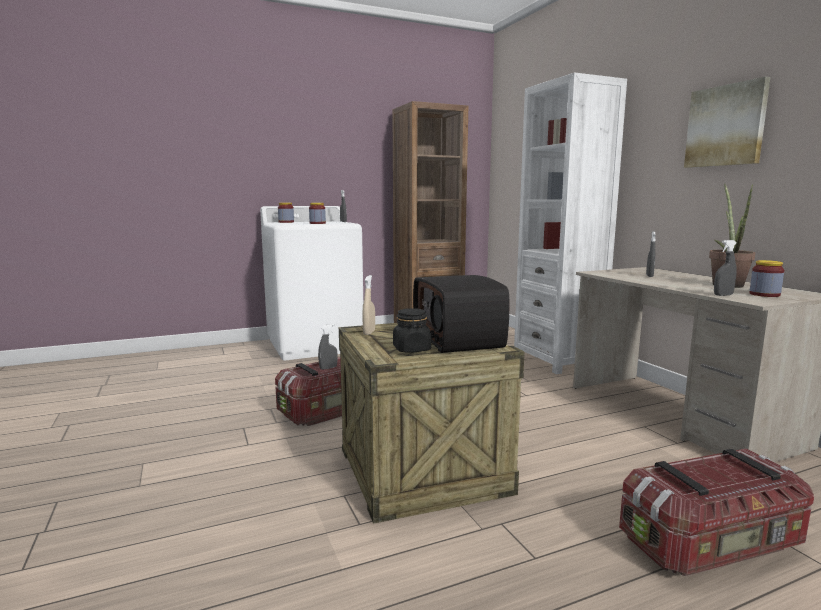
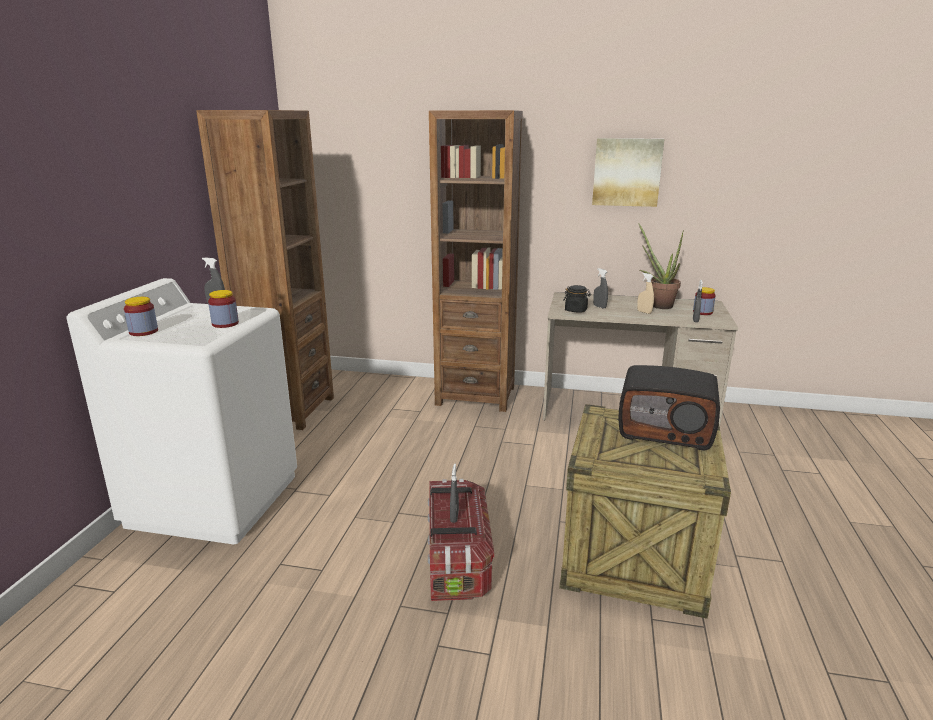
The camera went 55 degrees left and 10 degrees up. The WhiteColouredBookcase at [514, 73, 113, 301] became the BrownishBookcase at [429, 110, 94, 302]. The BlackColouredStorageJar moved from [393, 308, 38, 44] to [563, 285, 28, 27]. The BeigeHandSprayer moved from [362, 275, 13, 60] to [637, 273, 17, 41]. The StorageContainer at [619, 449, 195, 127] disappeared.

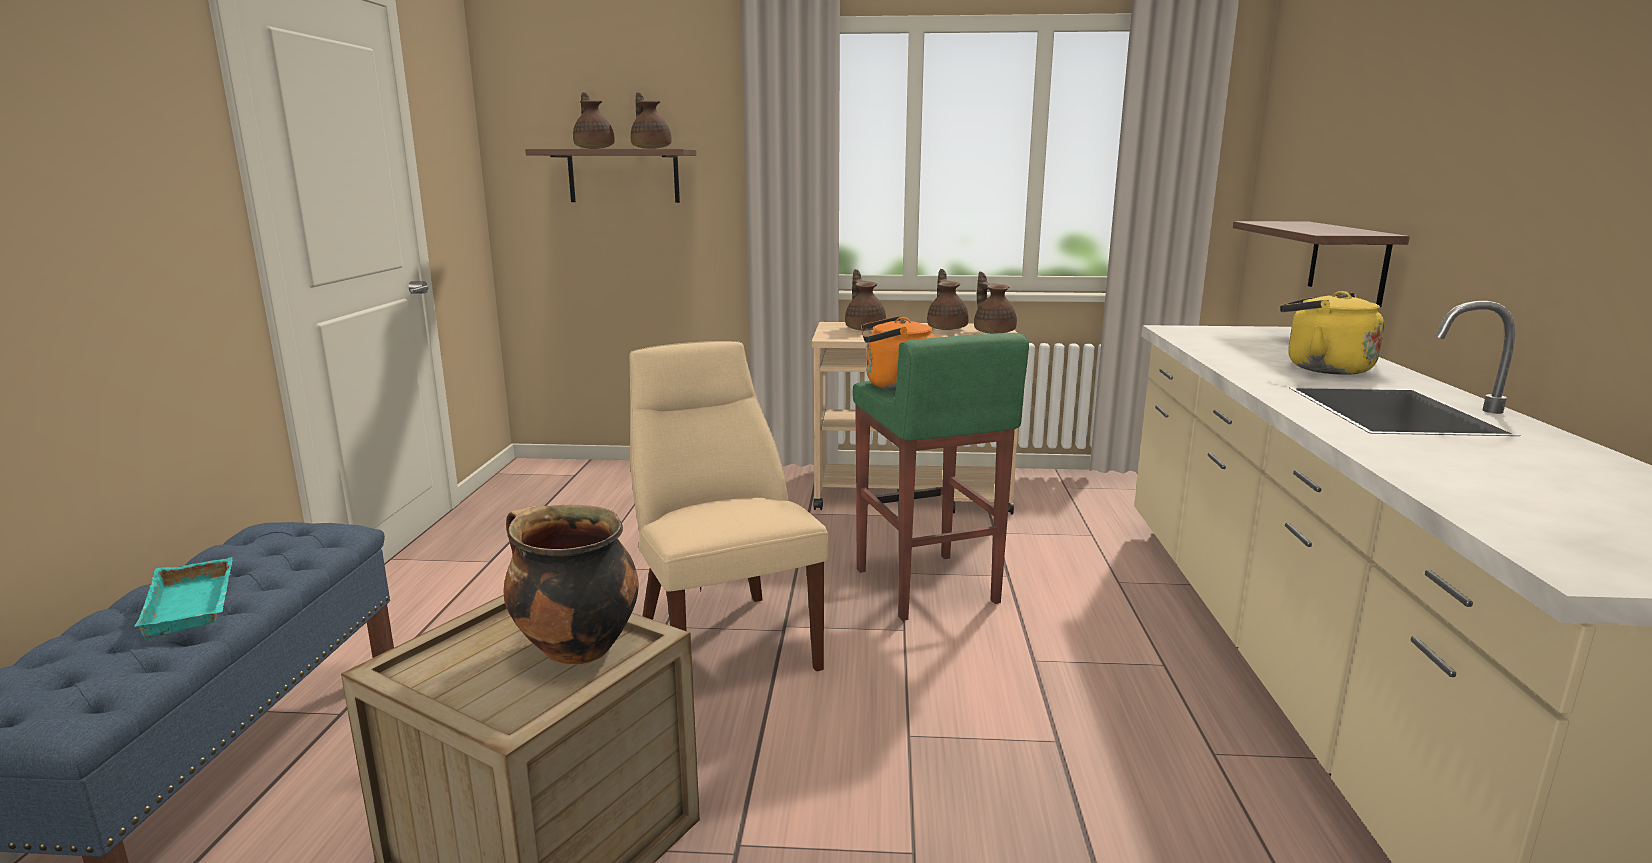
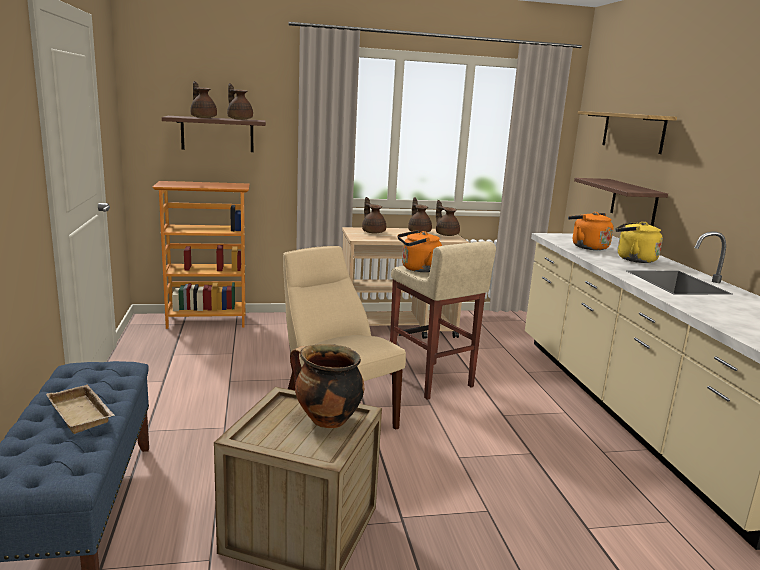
The camera went 15 degrees left and 0 degrees up. The TurquoiseCarryingTray at [134, 557, 99, 82] became the BeigeCarryingTray at [46, 385, 69, 49]. The Bookcase at [153, 181, 96, 148] appeared. The GreenColouredStoolSeat at [853, 333, 176, 288] became the BeigeStoolSeat at [390, 241, 106, 159]. The OrangeColouredTeaKettle at [568, 212, 45, 38] appeared. The BracketShelf at [578, 111, 99, 43] appeared.

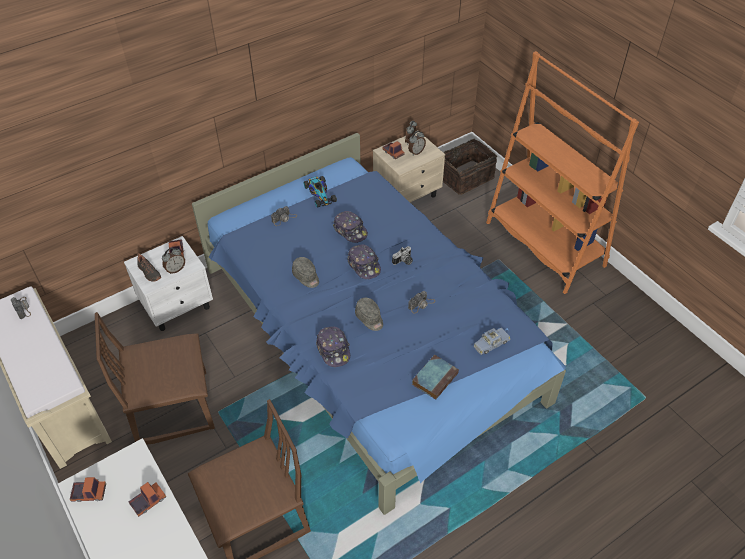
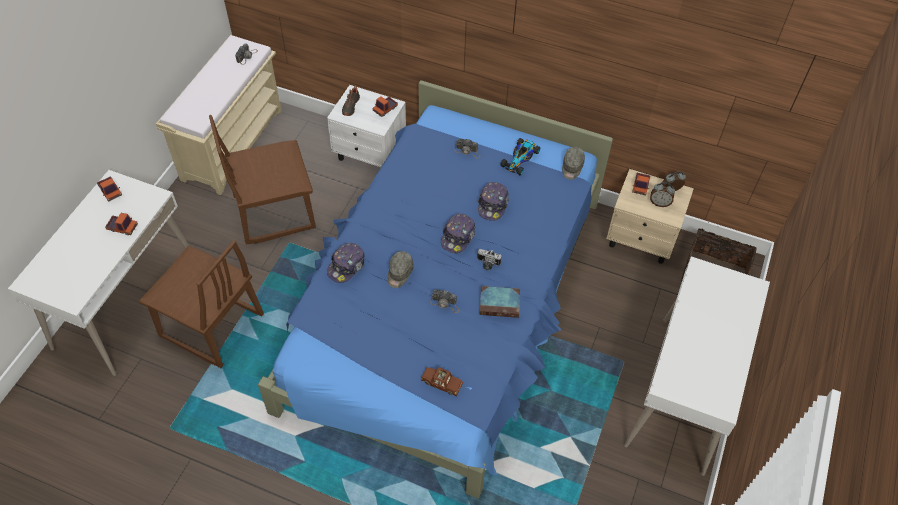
The camera went 55 degrees right and 5 degrees up. The BrownishPlainChair at [95, 312, 120, 133] turned 60 degrees counterclockwise. The BluishMiniatureCar at [474, 327, 36, 28] became the BrownishMiniatureCar at [421, 367, 42, 29]. The Book moved from [412, 355, 47, 45] to [479, 286, 41, 32]. The GreyishBaseballCap moved from [292, 257, 27, 31] to [562, 147, 23, 33]. The OrangeColouredBookcase at [486, 51, 153, 243] was replaced by the WhiteColouredDeskUnit at [624, 257, 146, 219]. The TableClock at [162, 248, 23, 26] disappeared.

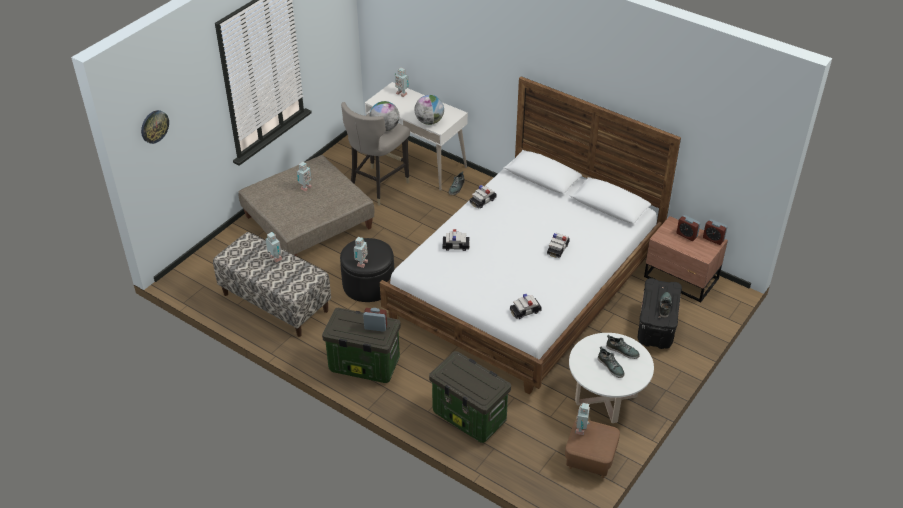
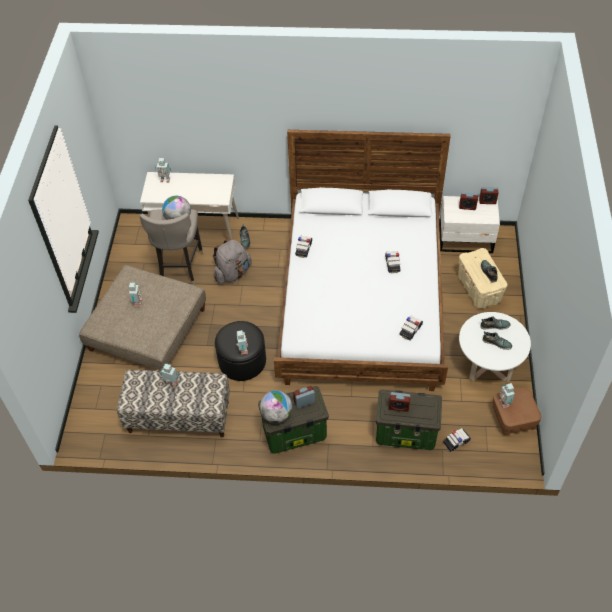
The camera went 30 degrees left and 10 degrees up. The GreyishRucksack at [213, 239, 39, 45] appeared. The WorldGlobe moved from [414, 95, 30, 30] to [260, 391, 32, 32]. The TableClock at [389, 392, 22, 20] appeared. The BrownishBedsideTable at [644, 216, 84, 86] became the WhiteColouredBedsideTable at [439, 196, 61, 57]. The MiniatureCar moved from [443, 229, 27, 22] to [443, 428, 28, 24]. The BlackColouredStorageContainer at [637, 278, 45, 71] became the BeigeStorageContainer at [458, 248, 50, 61]. The WallClock at [141, 110, 28, 34] disappeared.

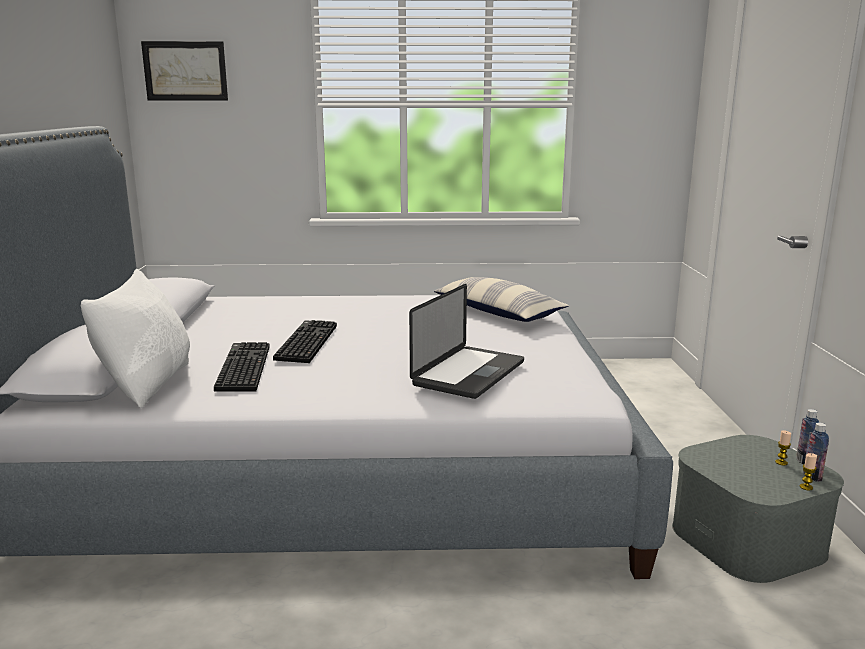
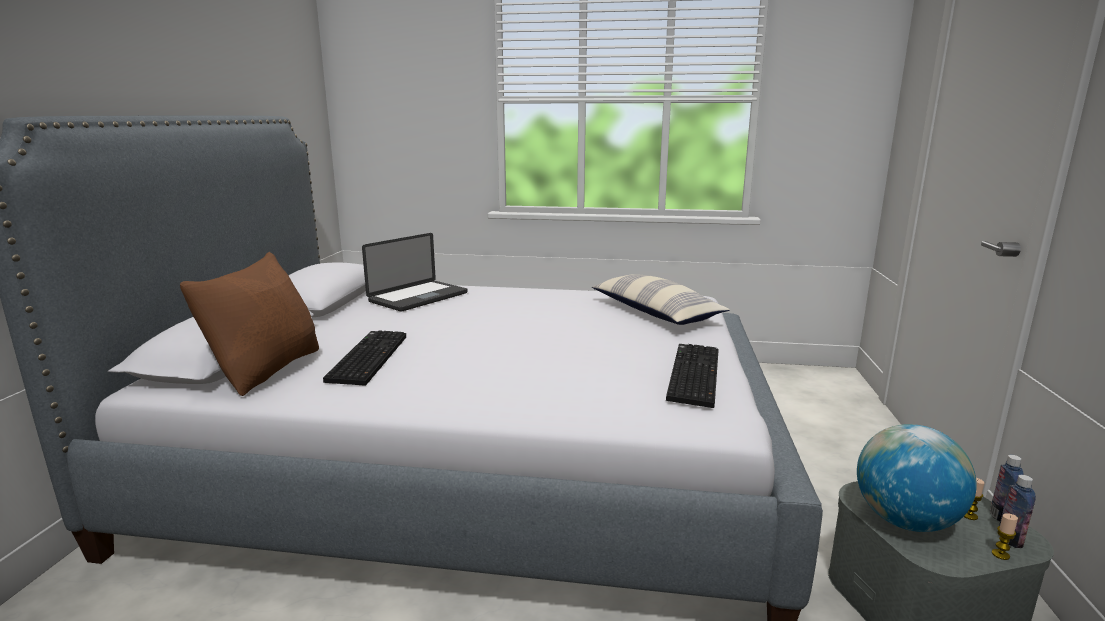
The camera went 10 degrees right and 0 degrees up. The WhiteColouredThrowPillow at [81, 269, 109, 139] became the BrownishThrowPillow at [180, 252, 139, 144]. The Laptop moved from [409, 284, 115, 115] to [362, 233, 106, 79]. The Keyboard moved from [273, 320, 64, 43] to [666, 344, 53, 64]. The WorldGlobe at [857, 424, 120, 108] appeared. The Picture at [141, 41, 87, 59] disappeared.

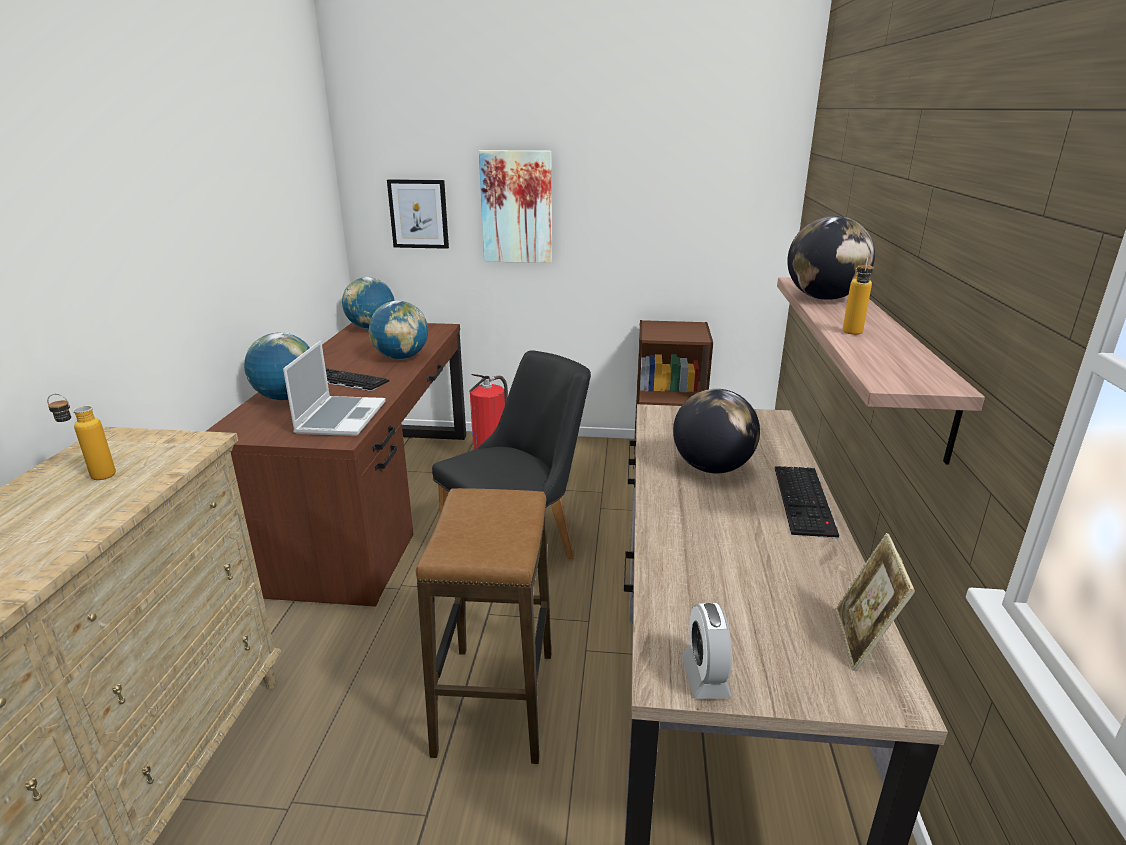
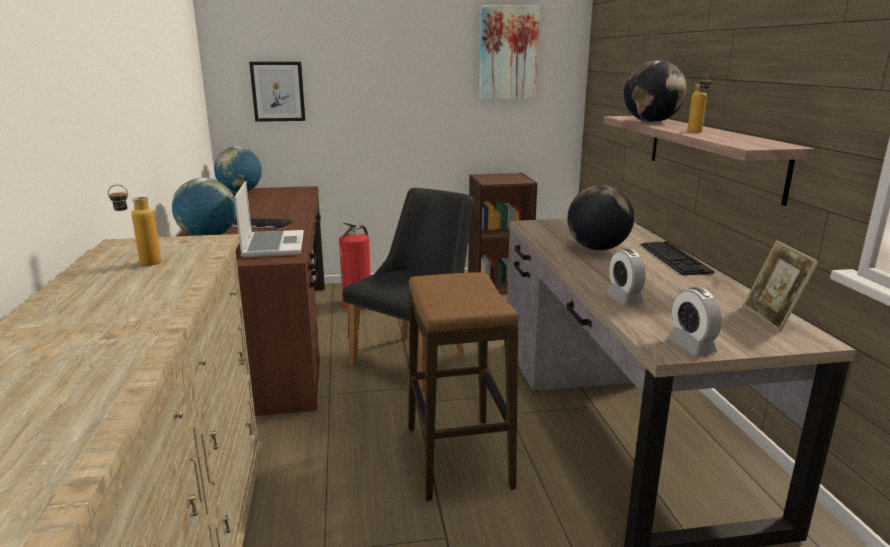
The camera went 15 degrees left and 5 degrees down. The Picture moved from [479, 150, 73, 113] to [479, 5, 61, 95]. The TableClock at [606, 249, 40, 56] appeared. The WorldGlobe at [369, 301, 59, 58] disappeared.

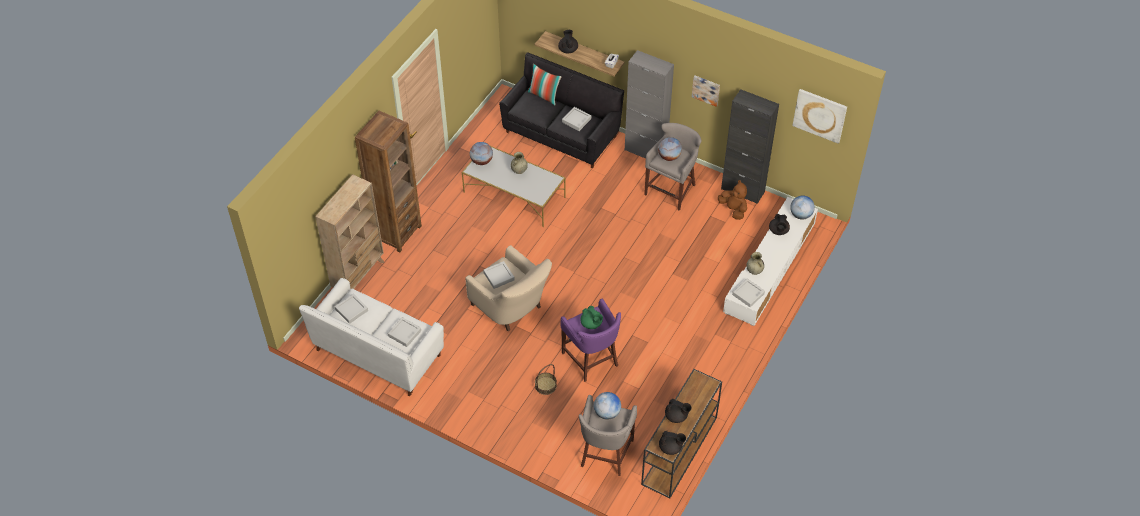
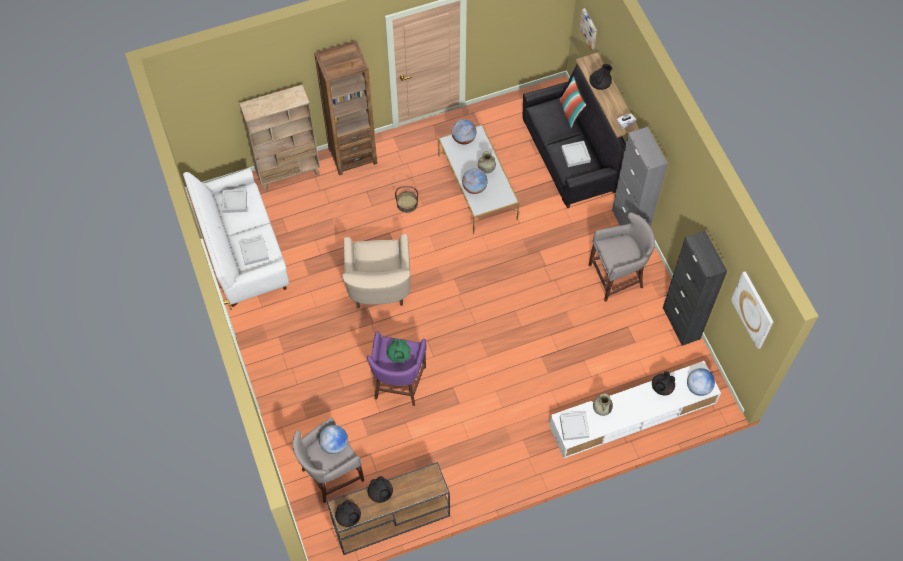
The camera went 40 degrees right and 10 degrees up. The HouseholdBasket moved from [535, 364, 22, 31] to [395, 186, 23, 27]. The WorldGlobe moved from [658, 137, 24, 24] to [462, 168, 26, 26]. The Picture moved from [692, 76, 28, 31] to [579, 8, 18, 42]. The GreyishCarryingTray at [483, 261, 32, 28] disappeared. The BrownishCuddlyToy at [718, 180, 29, 40] disappeared.

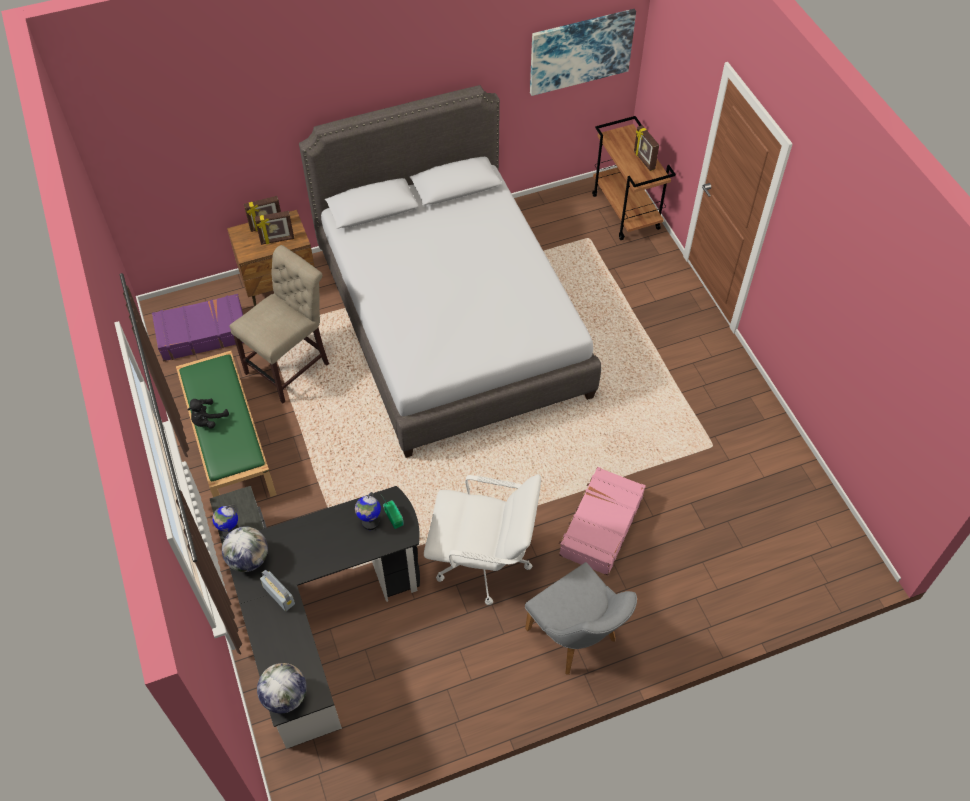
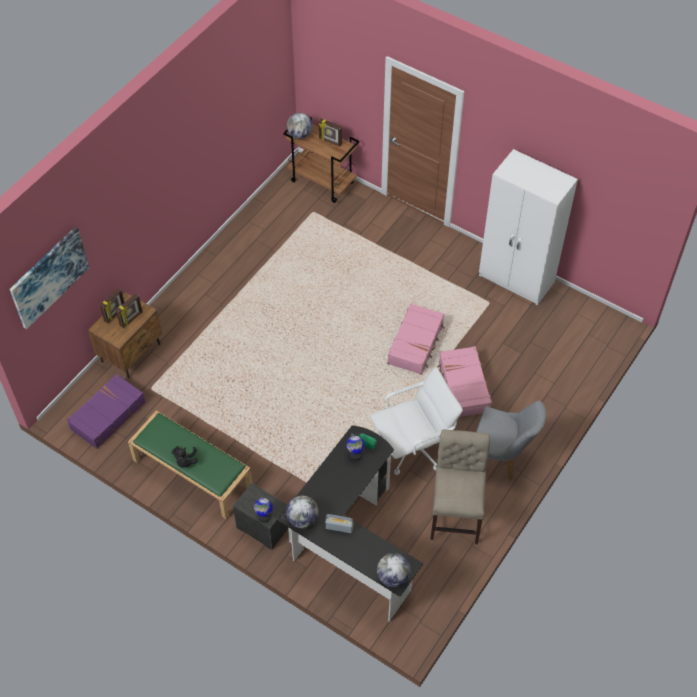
The camera went 35 degrees left and 0 degrees up. The Picture moved from [530, 9, 106, 87] to [10, 227, 79, 102]. The WorldGlobe at [287, 113, 26, 26] appeared. The PinkColouredTravelCase at [387, 303, 58, 72] appeared. The BeigePlainChair moved from [229, 245, 100, 158] to [430, 429, 60, 115]. The WhiteColouredArmoire at [479, 149, 99, 156] appeared. The GreyishBed at [299, 85, 302, 373] disappeared.

